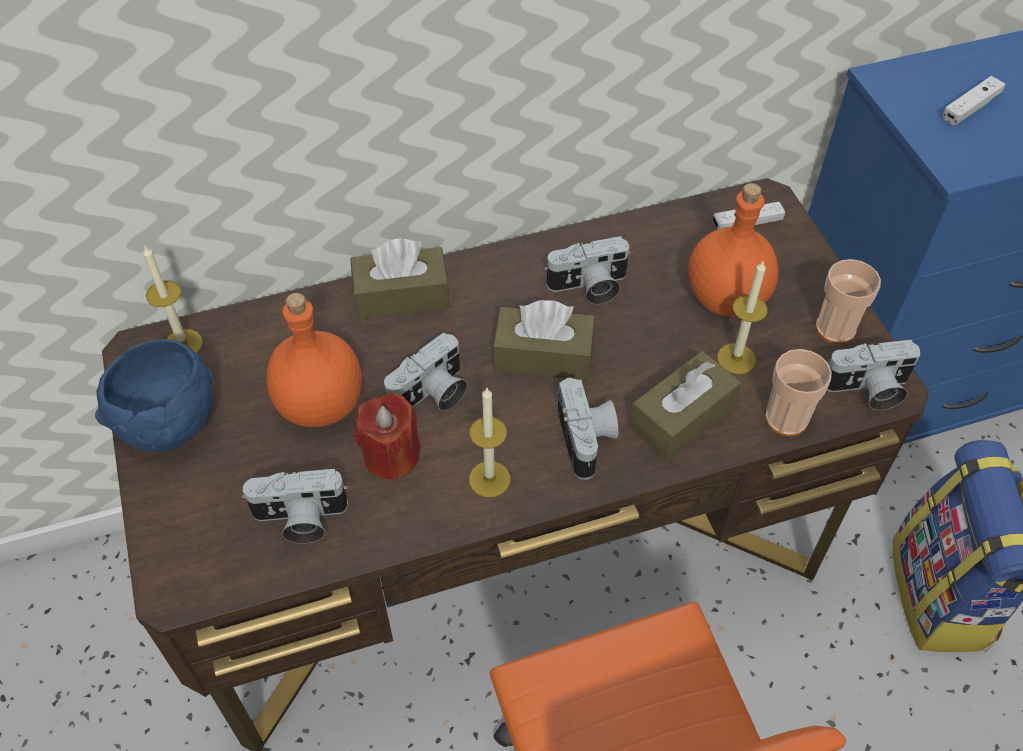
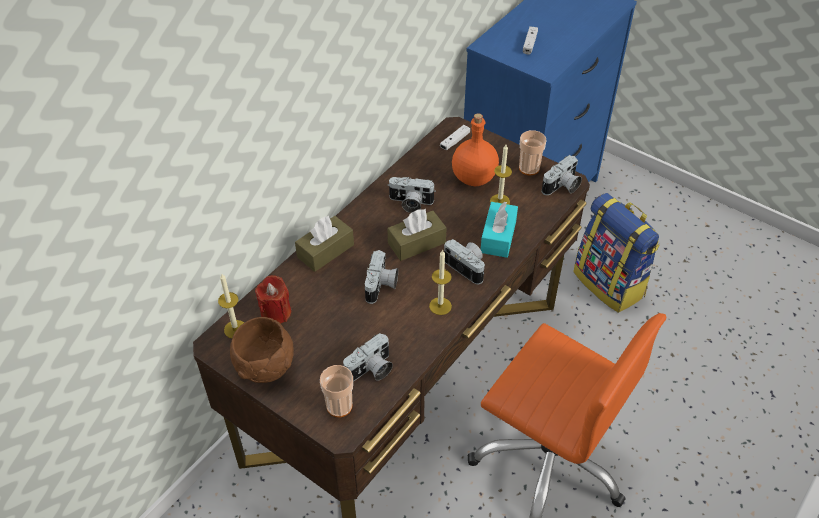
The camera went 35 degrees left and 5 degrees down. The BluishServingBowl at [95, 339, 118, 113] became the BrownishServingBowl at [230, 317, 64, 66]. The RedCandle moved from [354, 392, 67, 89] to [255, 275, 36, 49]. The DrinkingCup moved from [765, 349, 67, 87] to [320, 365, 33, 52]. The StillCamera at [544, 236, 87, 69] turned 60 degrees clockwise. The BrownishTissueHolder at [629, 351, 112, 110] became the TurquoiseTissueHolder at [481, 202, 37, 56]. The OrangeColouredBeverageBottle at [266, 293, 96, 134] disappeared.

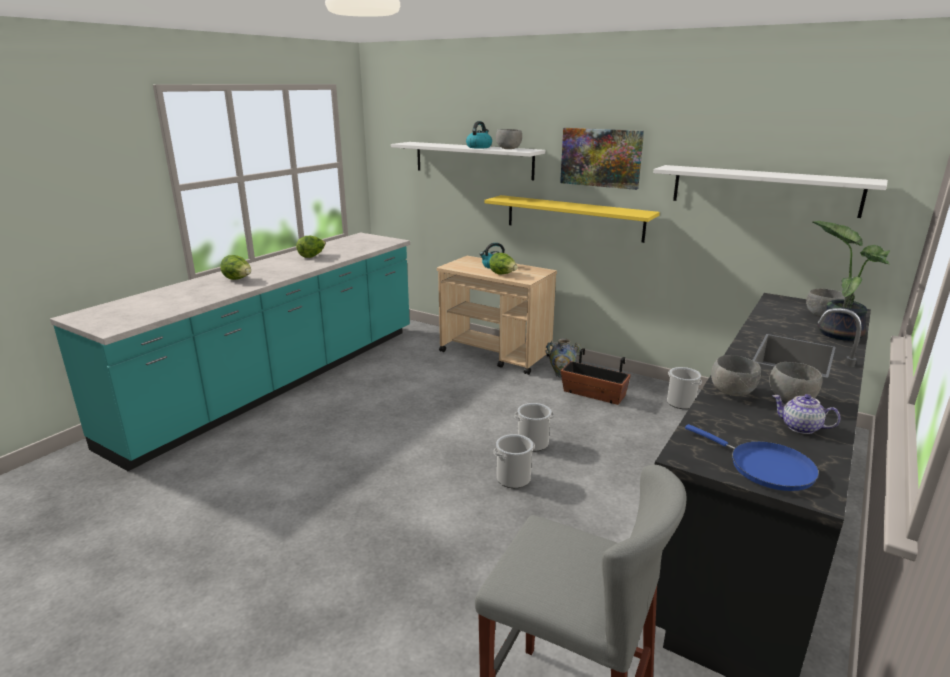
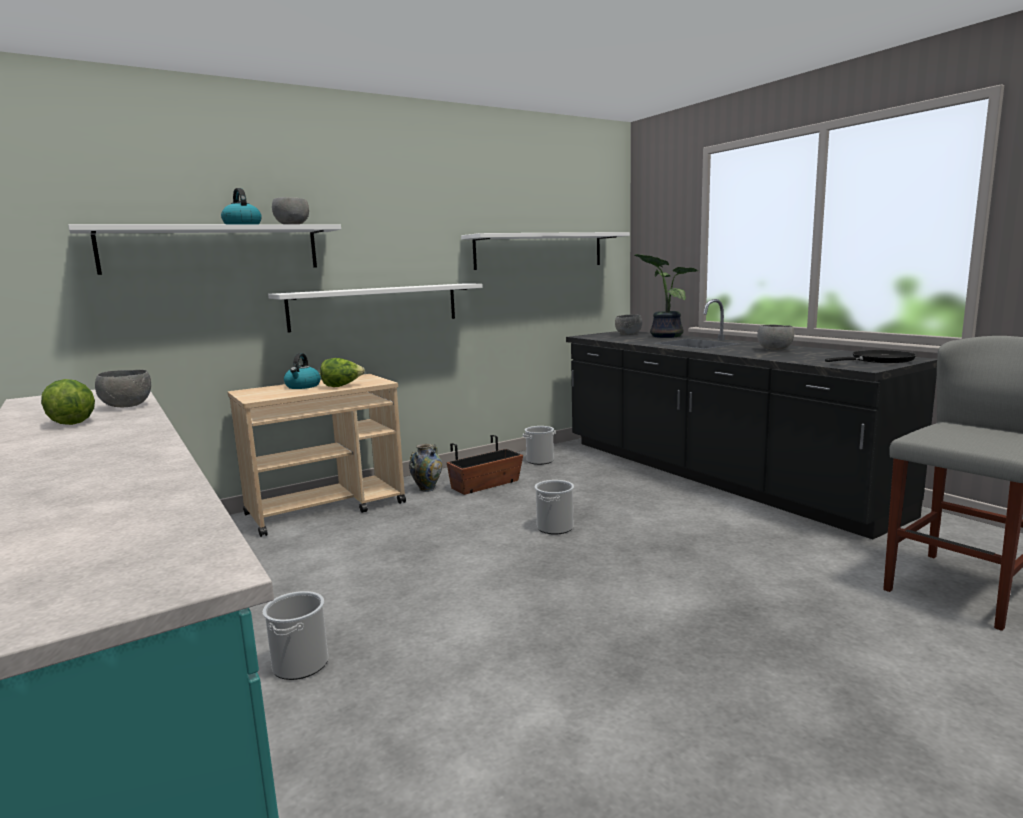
The camera went 65 degrees left and 10 degrees down. The GreyishServingBowl moved from [711, 355, 50, 41] to [95, 370, 56, 37]. The WaterBucket moved from [494, 434, 41, 54] to [263, 591, 65, 89]. The YellowColouredBracketShelf at [484, 195, 176, 48] became the WhiteColouredBracketShelf at [268, 284, 215, 49]. The BluishFryingPan at [685, 424, 134, 67] became the BlackColouredFryingPan at [825, 350, 91, 13]. The HeadOfLettuce at [220, 255, 31, 25] disappeared. The Picture at [560, 128, 84, 62] disappeared. The PotForTea at [773, 394, 67, 40] disappeared.

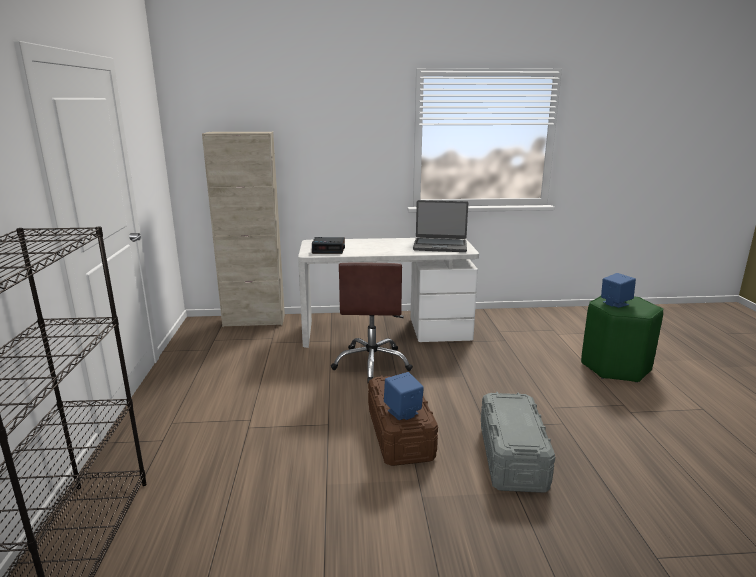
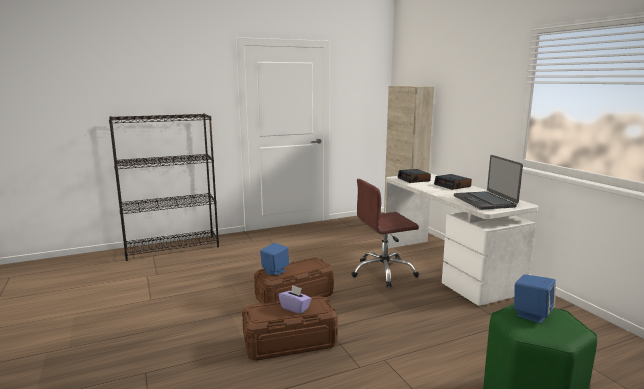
The camera went 70 degrees right and 5 degrees down. The GreyishStorageContainer at [481, 392, 74, 101] became the BrownishStorageContainer at [242, 296, 96, 65]. The PurpleColouredTissueHolder at [278, 285, 34, 29] appeared. The TableClock at [434, 174, 38, 16] appeared.

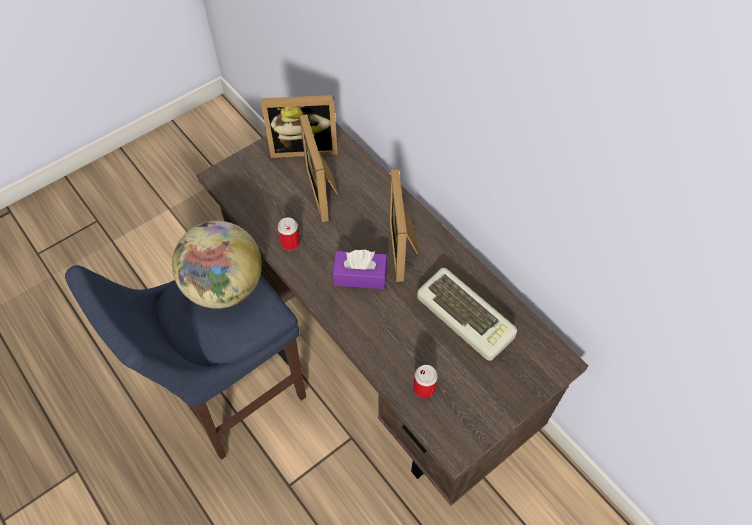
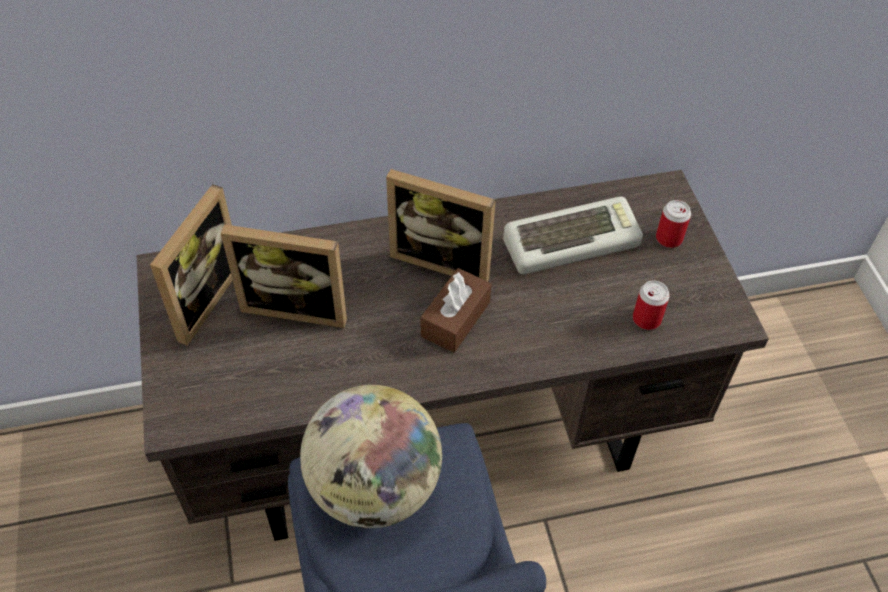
The camera went 65 degrees left and 5 degrees down. The PurpleColouredTissueHolder at [333, 250, 54, 39] became the BrownishTissueHolder at [421, 268, 70, 85]. The SealedCan moved from [277, 217, 23, 33] to [656, 200, 35, 48].

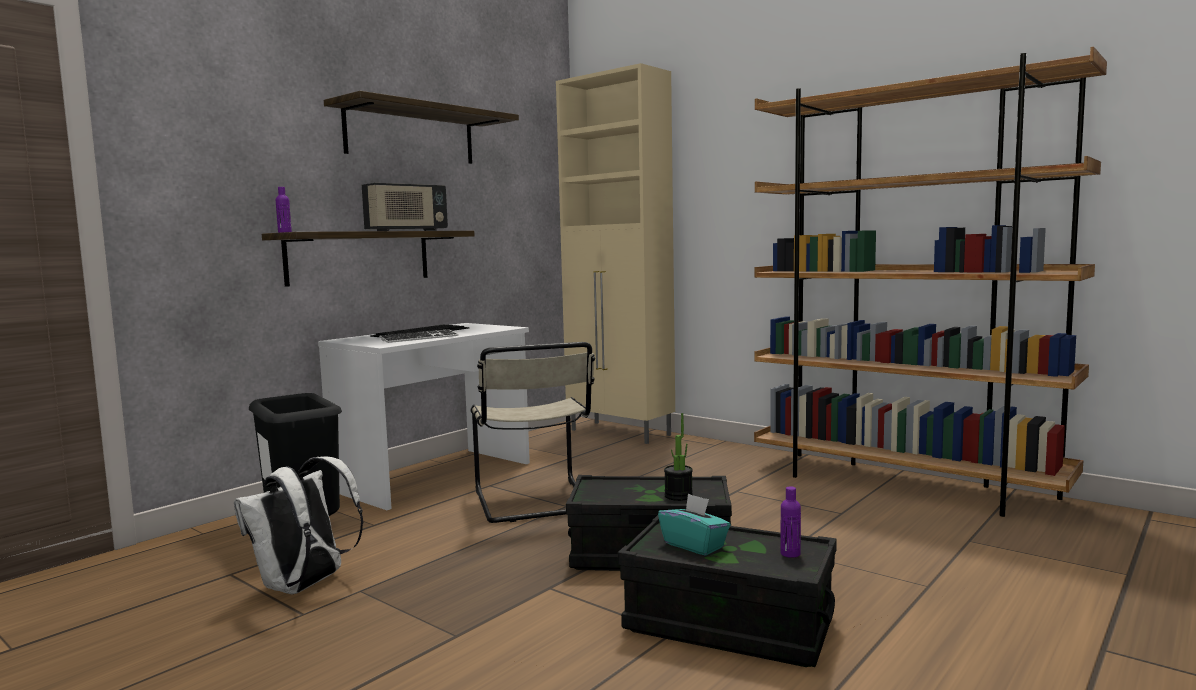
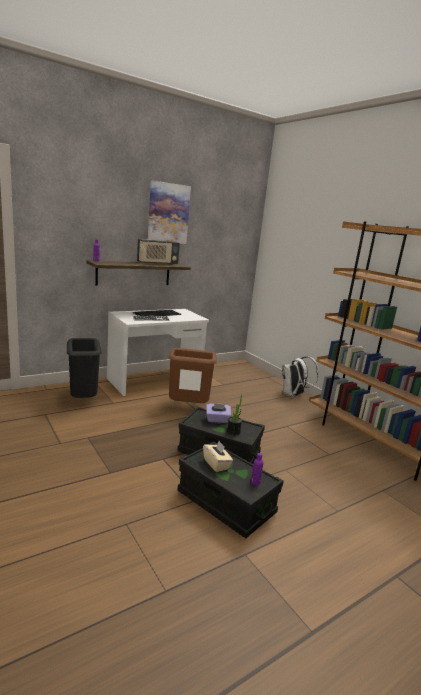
The camera went 15 degrees right and 10 degrees up. The BracketShelf at [324, 91, 195, 73] was replaced by the Picture at [148, 180, 43, 64]. The BeigePlainChair at [470, 342, 125, 181] was replaced by the BrownishTrashCan at [168, 348, 49, 55]. The TurquoiseTissueHolder at [658, 493, 73, 63] became the BeigeTissueHolder at [203, 441, 30, 31]. The PurpleColouredTissueHolder at [206, 403, 25, 20] appeared. The WhiteColouredRucksack moved from [234, 456, 129, 138] to [282, 356, 36, 41]. The BeigeStorageCabinet at [556, 63, 119, 381] disappeared.

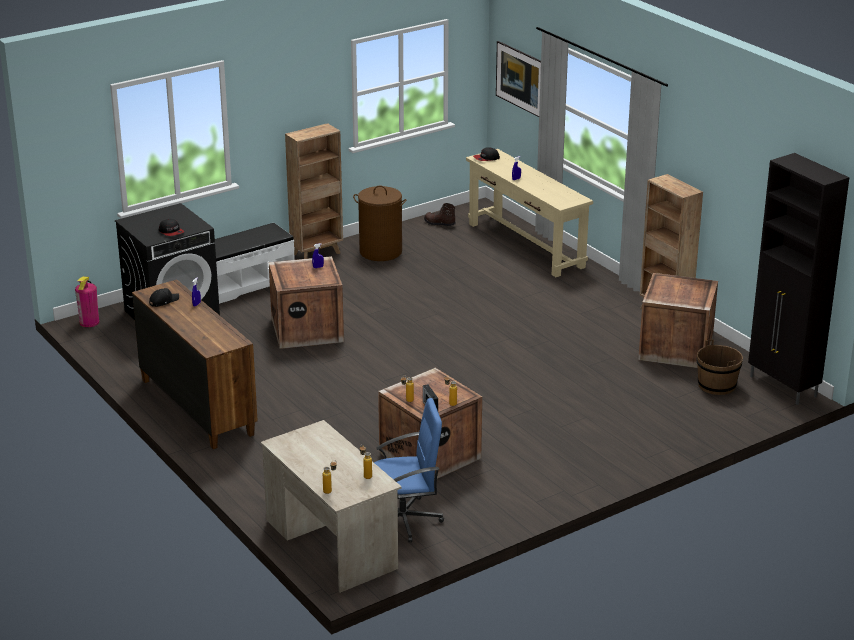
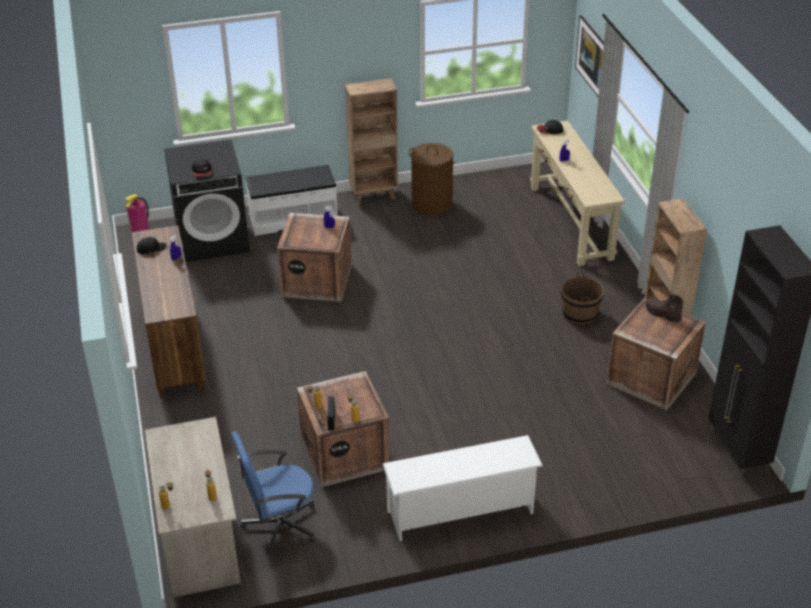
The camera went 20 degrees right and 10 degrees up. The BluishComputerChair at [374, 398, 70, 145] turned 150 degrees clockwise. The WhiteColouredShoeRack at [382, 435, 161, 106] appeared. The BrownishWaterBucket moved from [696, 339, 47, 56] to [561, 271, 43, 53]. The BrownishBoot moved from [424, 203, 32, 23] to [646, 294, 38, 29].

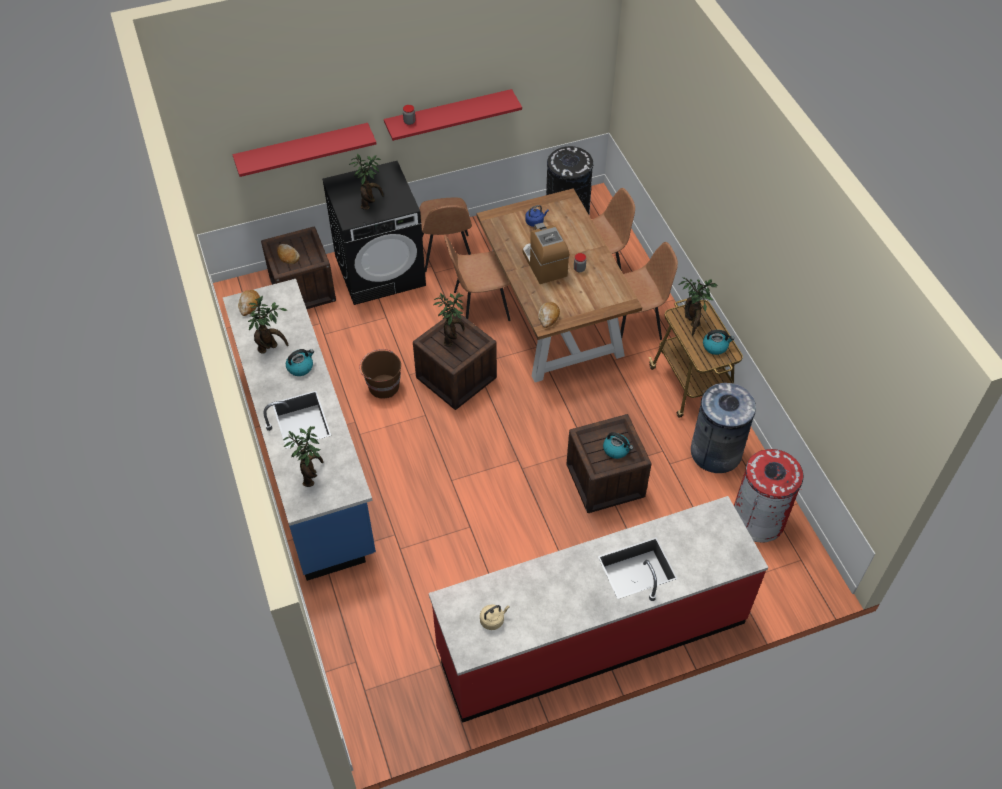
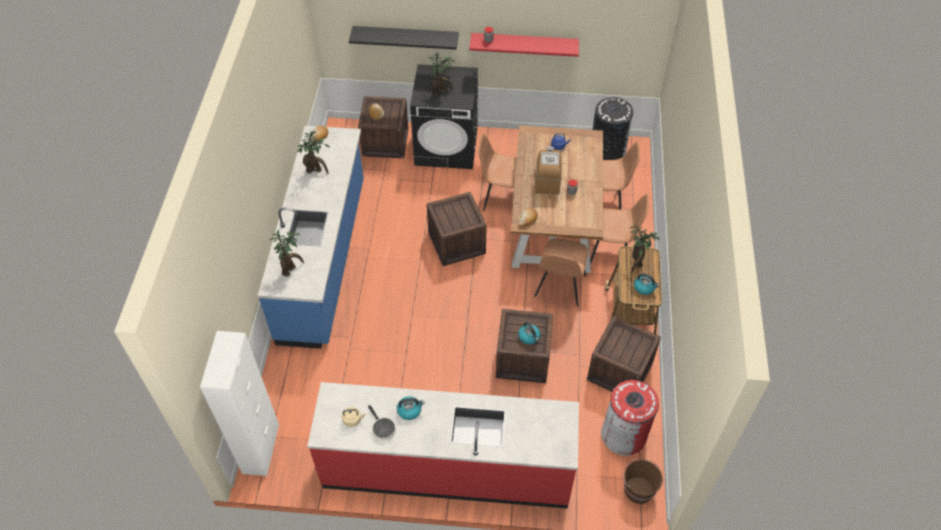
The camera went 25 degrees right and 0 degrees up. The WhiteColouredStorageCabinet at [200, 331, 79, 145] appeared. The RedBracketShelf at [232, 123, 145, 54] became the BlackColouredBracketShelf at [349, 26, 110, 23]. The FryingPan at [368, 405, 28, 35] appeared. The TeaKettle moved from [286, 349, 28, 27] to [397, 396, 28, 24]. The BrownishPlainChair moved from [419, 197, 53, 75] to [535, 238, 53, 68]. The GreyishTrashCan at [691, 383, 65, 90] was replaced by the Crate at [587, 316, 74, 76]. The BrownishWaterBucket moved from [359, 349, 42, 50] to [623, 458, 40, 46]. The PlantInAPot at [434, 292, 31, 55] disappeared.

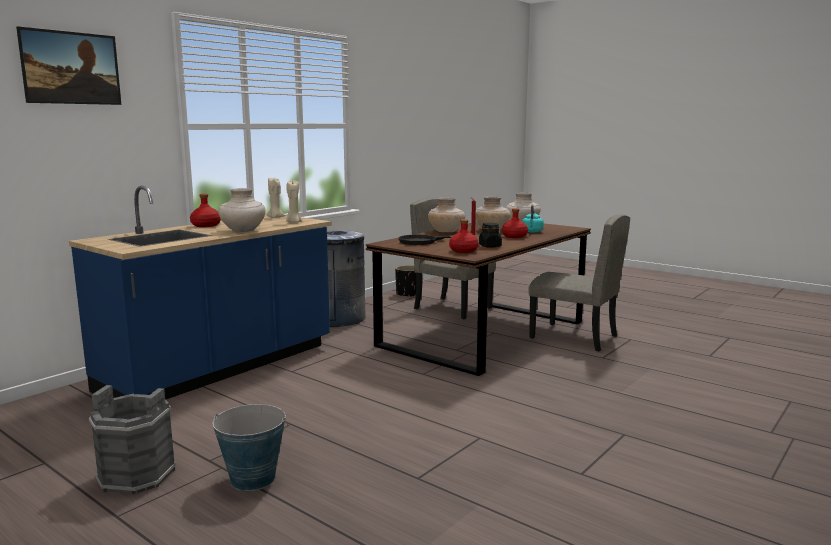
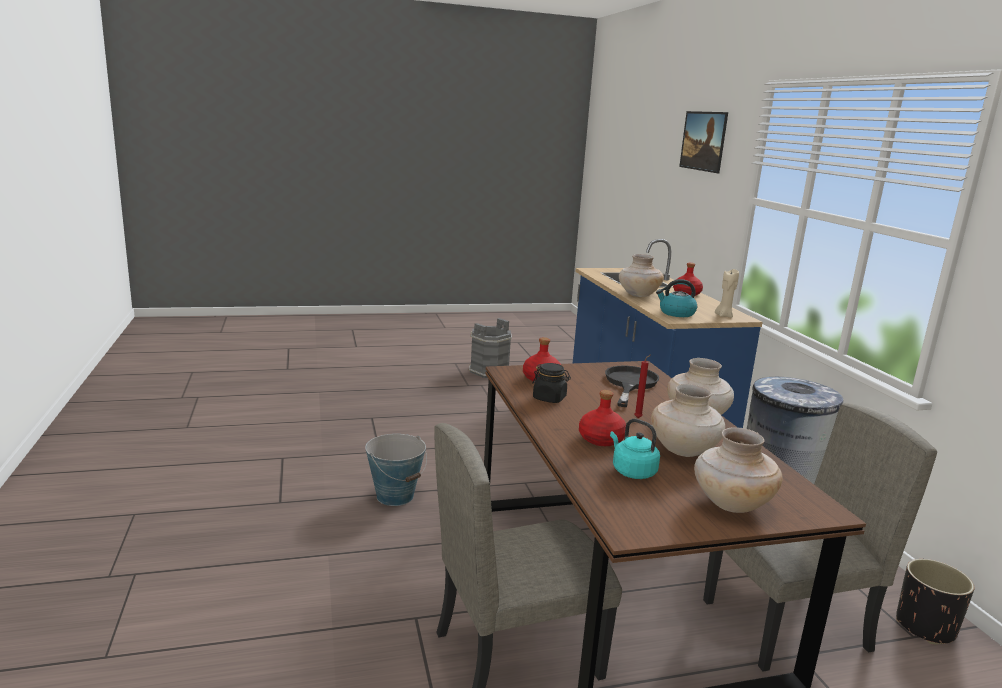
The camera went 125 degrees right and 5 degrees up. The WaterBucket moved from [213, 404, 75, 87] to [365, 434, 62, 72]. The BeigeCandle at [286, 180, 16, 42] was replaced by the TeaKettle at [656, 279, 41, 38].

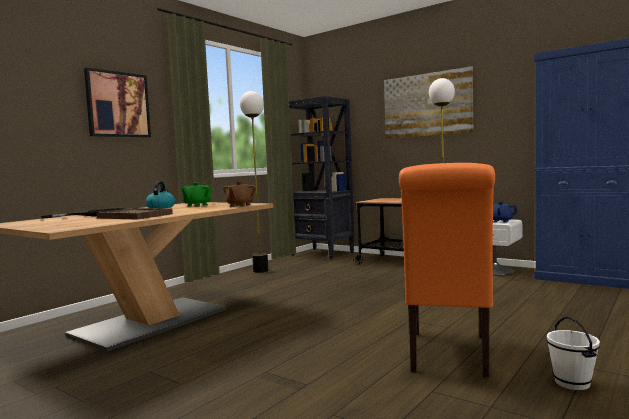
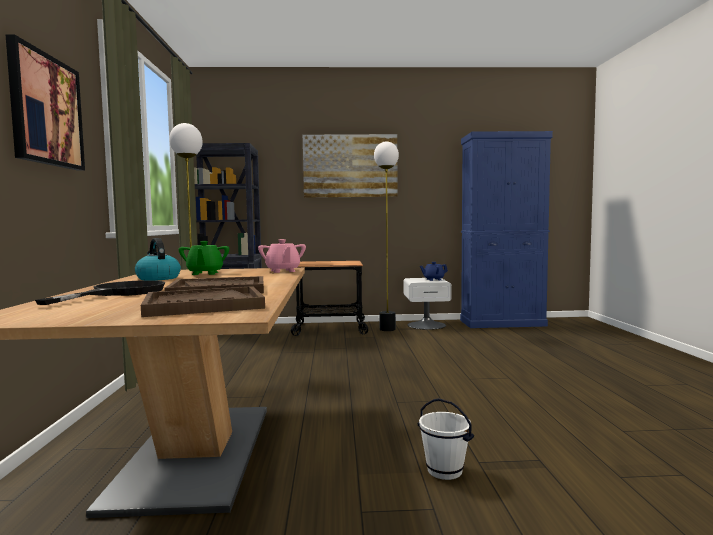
The camera went 40 degrees left and 0 degrees up. The BrownishCarryingTray at [141, 286, 124, 31] appeared. The BrownishPotForTea at [223, 181, 33, 26] became the PinkColouredPotForTea at [258, 239, 48, 34]. The WhiteColouredWaterBucket moved from [547, 316, 53, 74] to [417, 398, 57, 82]. The OrangeColouredPlainChair at [399, 163, 96, 215] disappeared.

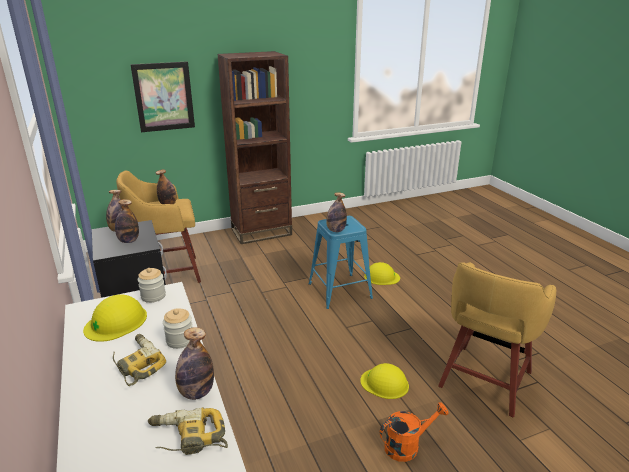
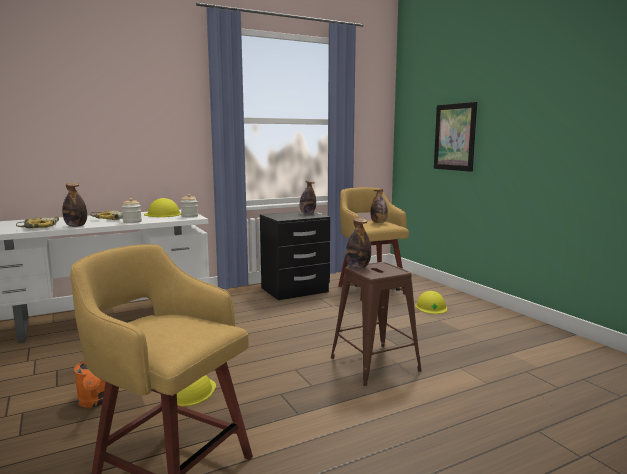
The camera went 85 degrees right and 15 degrees down. The BluishStoolSeat at [309, 216, 64, 93] became the BrownishStoolSeat at [331, 262, 91, 124]. The YellowColouredHardHat moved from [364, 262, 36, 23] to [415, 291, 32, 23]. The BeverageBottle at [115, 199, 24, 44] disappeared. The BrownishBookcase at [217, 51, 75, 193] disappeared.

